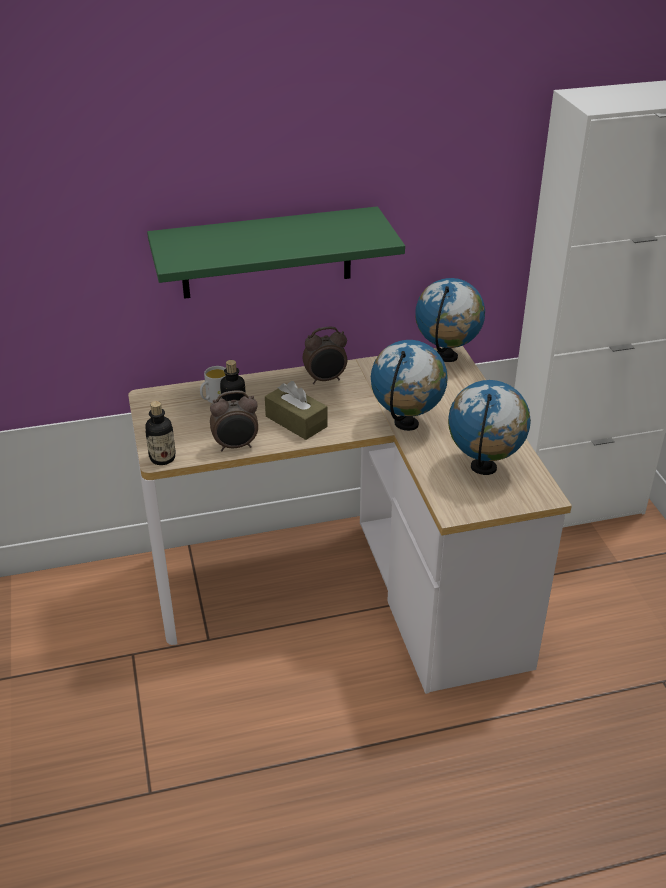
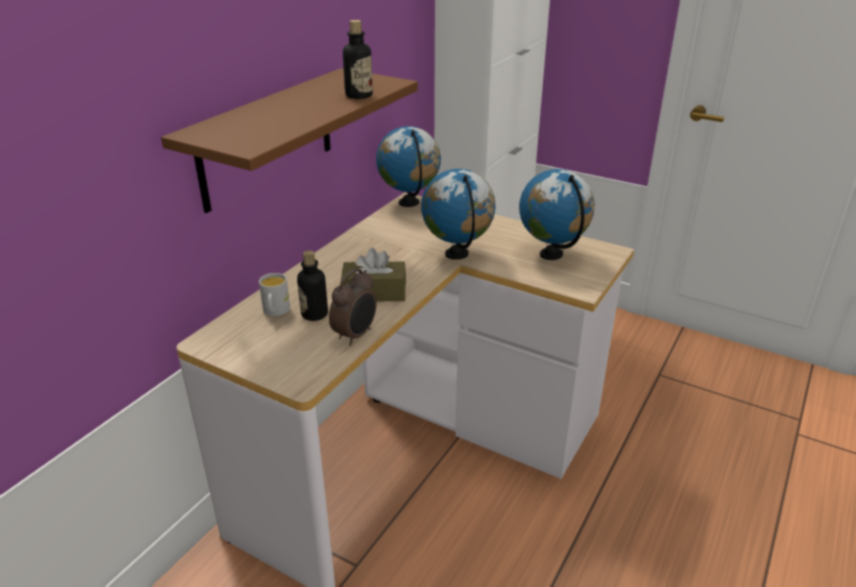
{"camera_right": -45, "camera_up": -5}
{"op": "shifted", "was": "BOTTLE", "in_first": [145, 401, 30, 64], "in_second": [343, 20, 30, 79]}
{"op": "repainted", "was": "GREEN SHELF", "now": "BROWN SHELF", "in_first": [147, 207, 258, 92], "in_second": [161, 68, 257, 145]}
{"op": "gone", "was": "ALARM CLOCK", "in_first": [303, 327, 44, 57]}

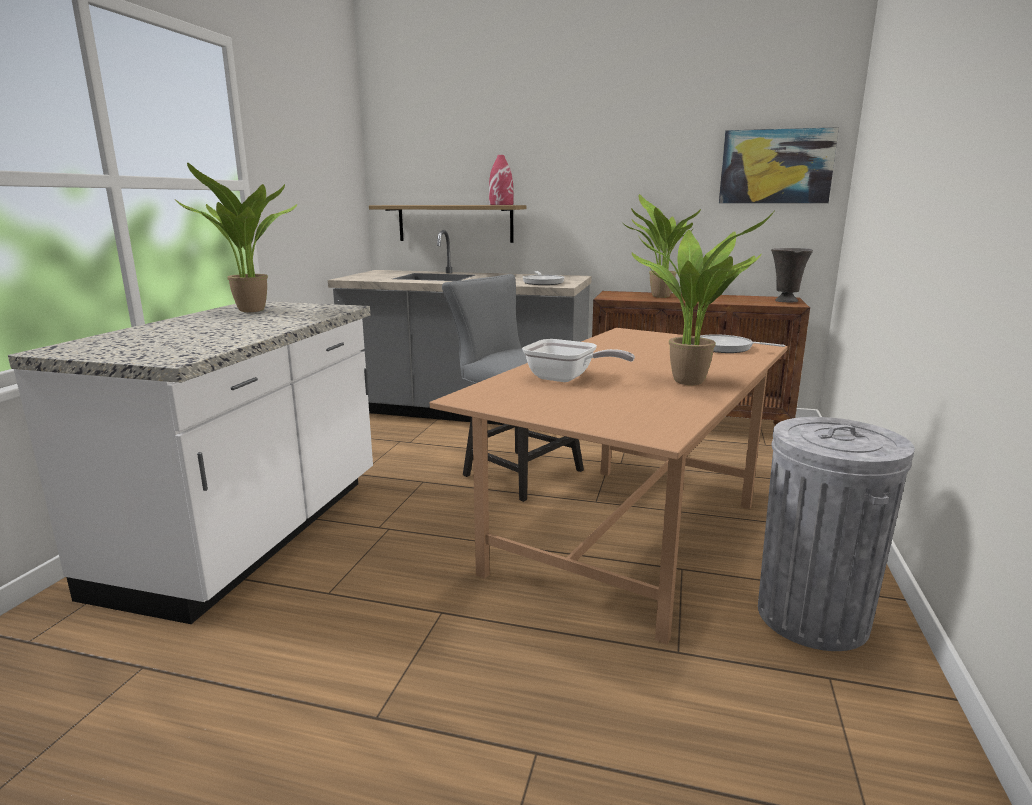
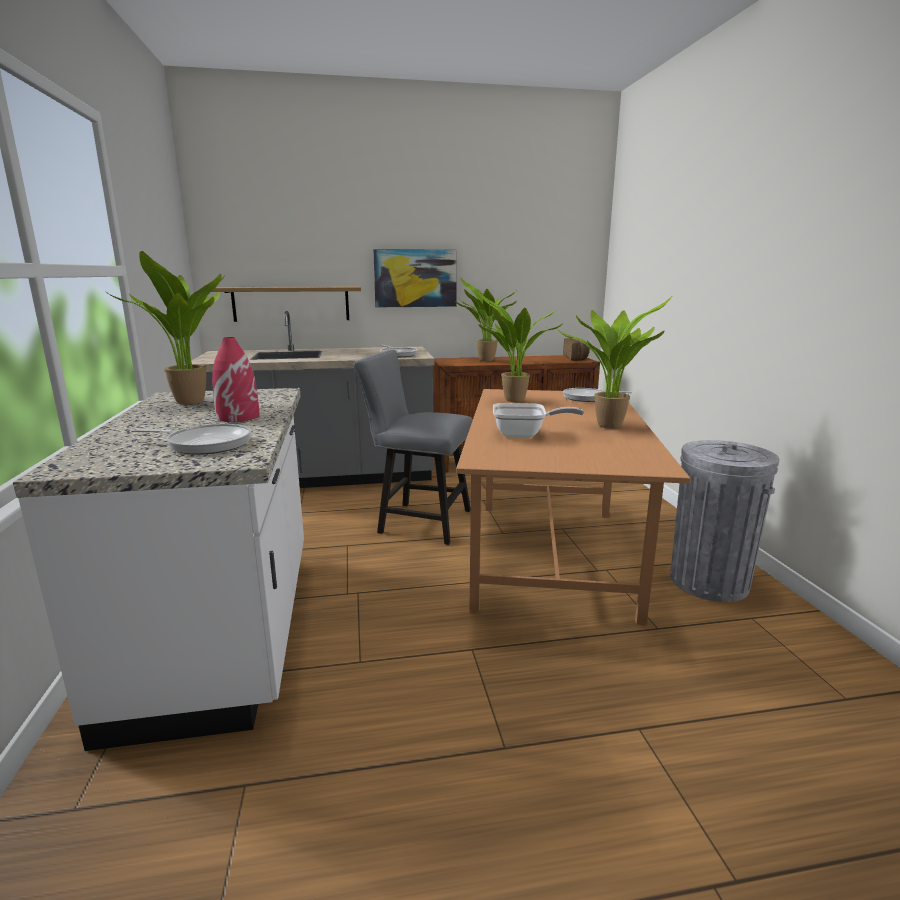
{"camera_right": -25, "camera_up": 0}
{"op": "shifted", "was": "RED VASE", "in_first": [489, 155, 24, 50], "in_second": [212, 337, 48, 85]}
{"op": "shifted", "was": "PICTURE", "in_first": [719, 127, 120, 76], "in_second": [373, 249, 84, 58]}
{"op": "swapped", "was": "GREY VASE", "now": "BREAD", "in_first": [771, 248, 42, 54], "in_second": [563, 338, 27, 23]}
{"op": "new", "now": "FRYING PAN", "in_second": [131, 424, 120, 31]}
{"op": "new", "now": "POTTED PLANT", "in_second": [478, 291, 85, 111]}

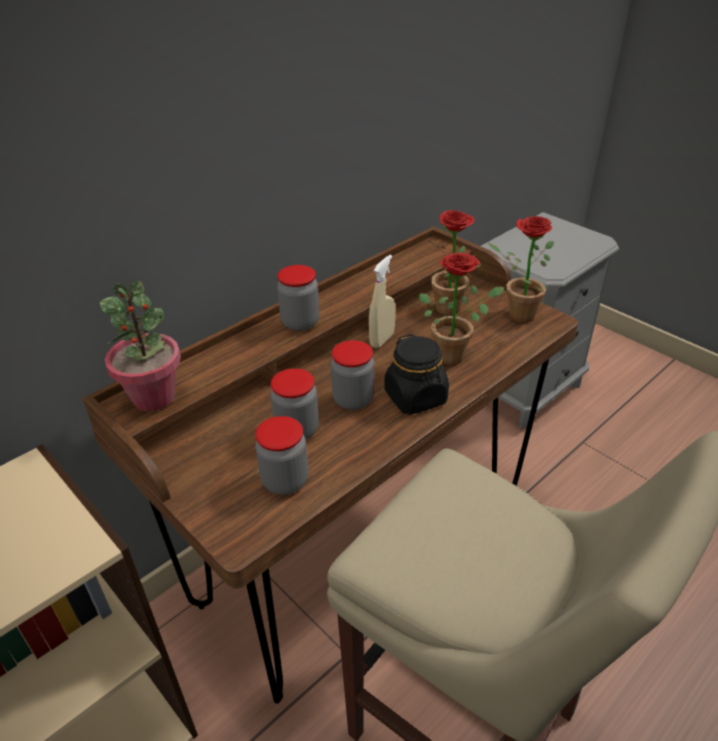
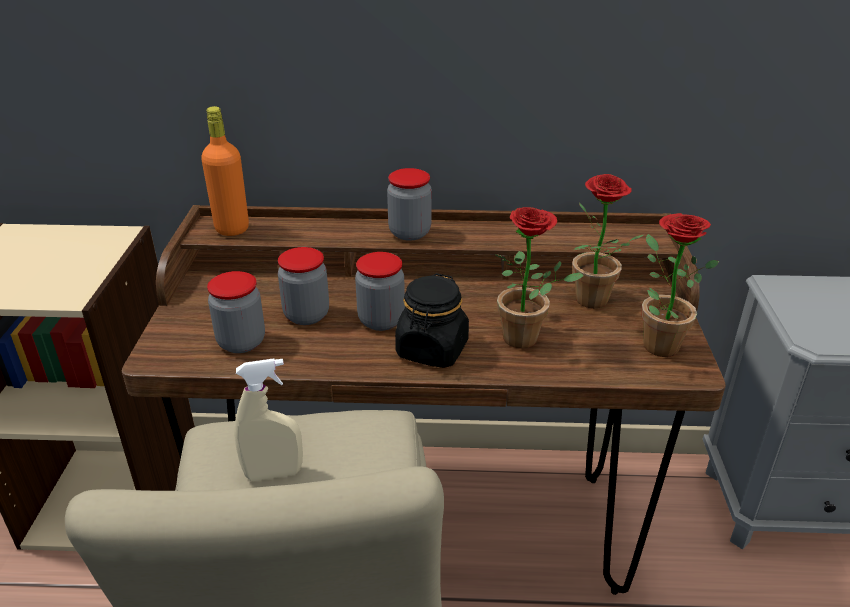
{"camera_right": 45, "camera_up": -5}
{"op": "swapped", "was": "POTTED PLANT", "now": "ORANGE BOTTLE", "in_first": [100, 281, 81, 130], "in_second": [201, 106, 48, 130]}
{"op": "shifted", "was": "BEIGE SPRAY BOTTLE", "in_first": [369, 255, 27, 93], "in_second": [234, 358, 69, 123]}

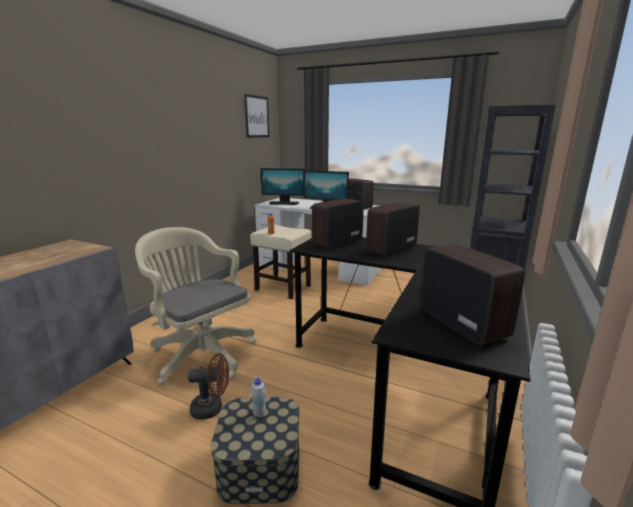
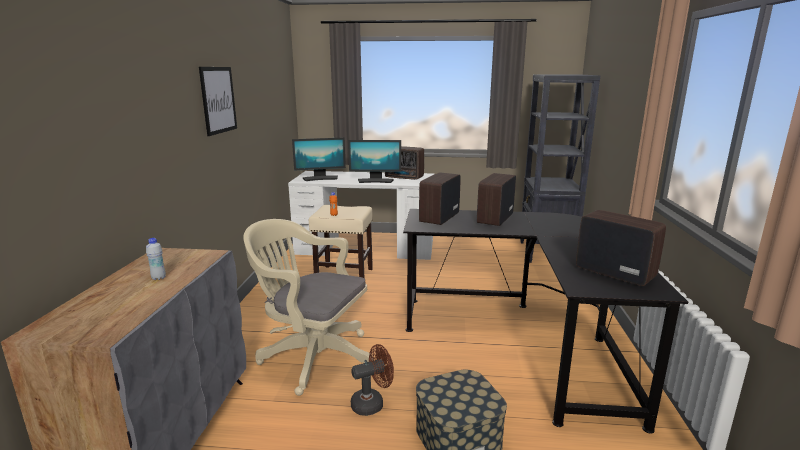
{"camera_right": -20, "camera_up": 0}
{"op": "shifted", "was": "PICTURE", "in_first": [244, 94, 25, 44], "in_second": [199, 67, 38, 69]}
{"op": "shifted", "was": "WHITE BOTTLE", "in_first": [251, 378, 15, 40], "in_second": [146, 238, 20, 42]}

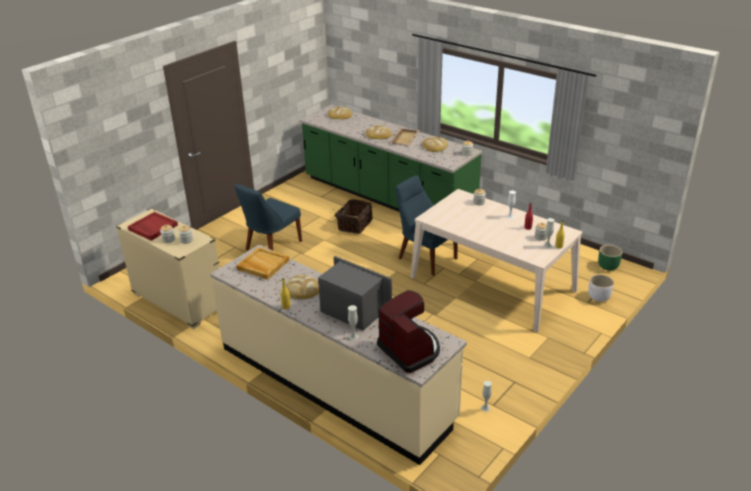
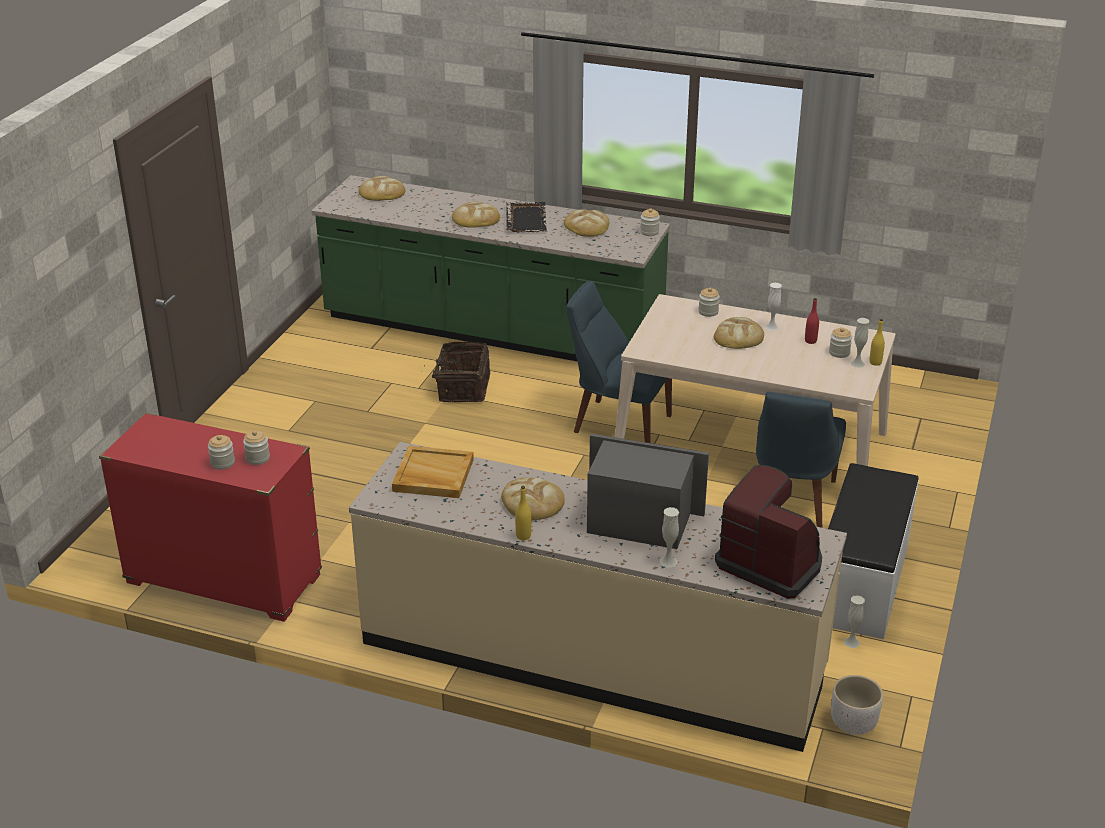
{"camera_right": -20, "camera_up": 0}
{"op": "repainted", "was": "BEIGE DRESSER", "now": "RED DRESSER", "in_first": [116, 208, 104, 121], "in_second": [99, 412, 223, 210]}
{"op": "gone", "was": "RED TRAY", "in_first": [128, 212, 50, 29]}
{"op": "shifted", "was": "BLUE CHAIR", "in_first": [235, 184, 67, 67], "in_second": [756, 392, 90, 136]}
{"op": "repainted", "was": "BEIGE TRAY", "now": "BLACK TRAY", "in_first": [390, 128, 30, 18], "in_second": [506, 202, 41, 30]}
{"op": "shifted", "was": "WHITE PLANTER", "in_first": [588, 274, 26, 28], "in_second": [831, 675, 52, 60]}
{"op": "gone", "was": "GREEN PLANTER", "in_first": [598, 245, 24, 25]}
{"op": "new", "now": "BREAD", "in_second": [714, 317, 50, 32]}
{"op": "new", "now": "WHITE BENCH", "in_second": [828, 463, 91, 176]}

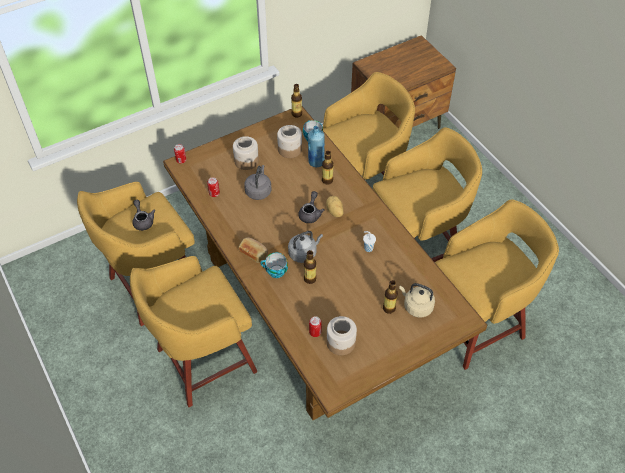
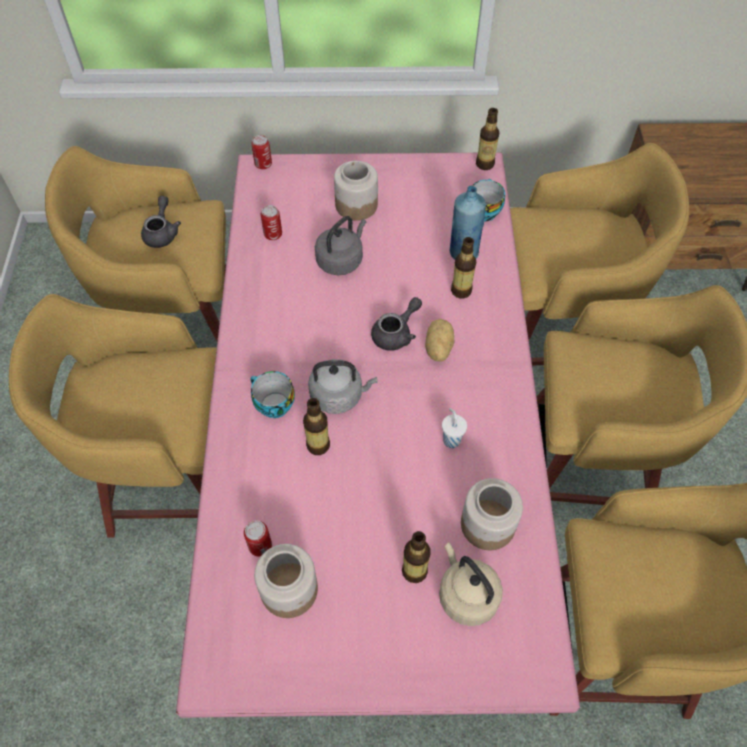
{"camera_right": 30, "camera_up": 5}
{"op": "repainted", "was": "BROWN DINING TABLE", "now": "PINK DINING TABLE", "in_first": [163, 106, 324, 314], "in_second": [176, 152, 404, 566]}
{"op": "gone", "was": "BREAD", "in_first": [239, 237, 29, 26]}
{"op": "shifted", "was": "JAR", "in_first": [277, 125, 25, 33], "in_second": [461, 478, 62, 72]}

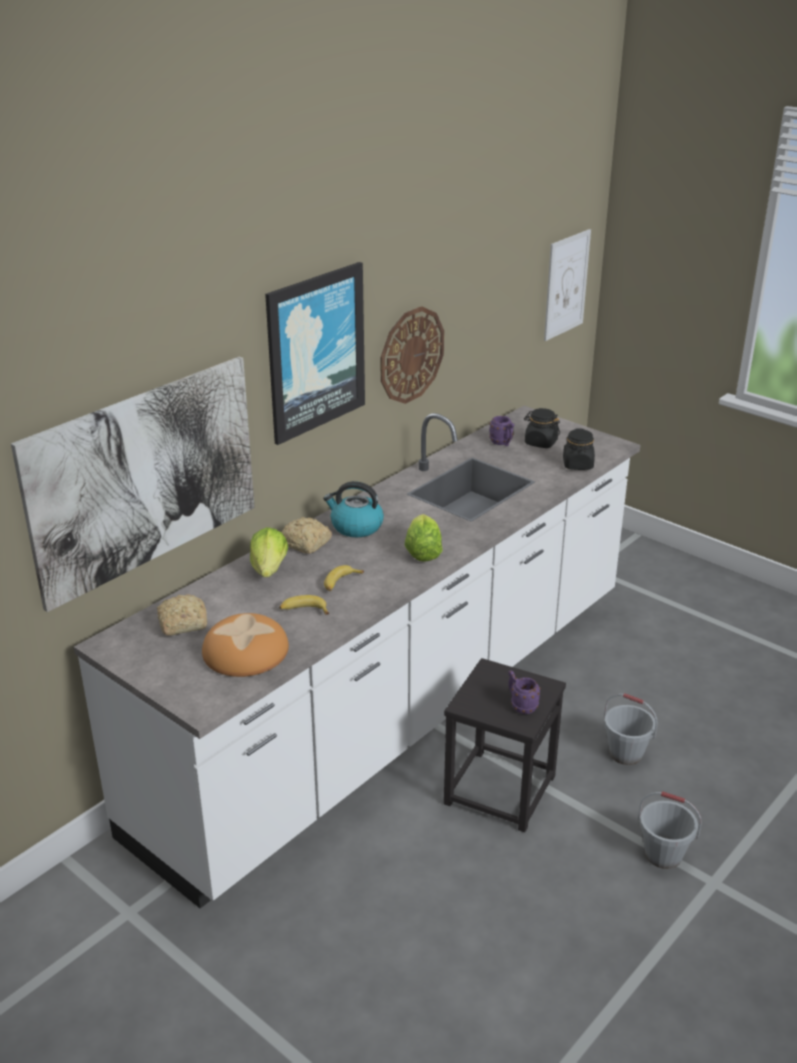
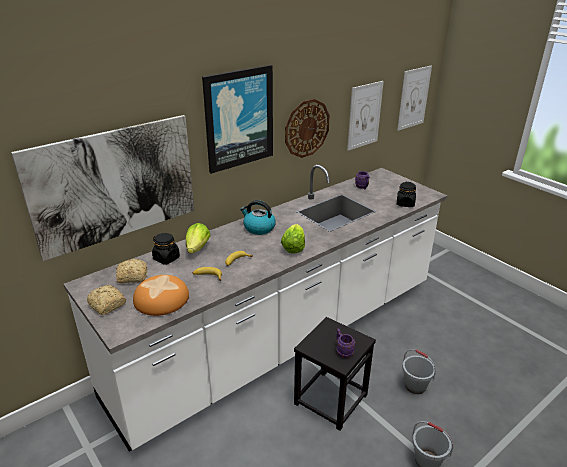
{"camera_right": 10, "camera_up": 0}
{"op": "shifted", "was": "BREAD", "in_first": [282, 517, 50, 37], "in_second": [87, 285, 39, 30]}
{"op": "shifted", "was": "BLACK JAR", "in_first": [524, 408, 36, 40], "in_second": [152, 233, 28, 32]}
{"op": "new", "now": "PICTURE", "in_second": [347, 81, 37, 69]}

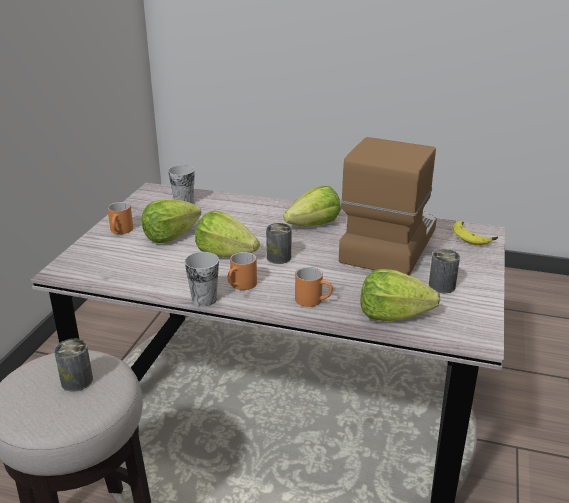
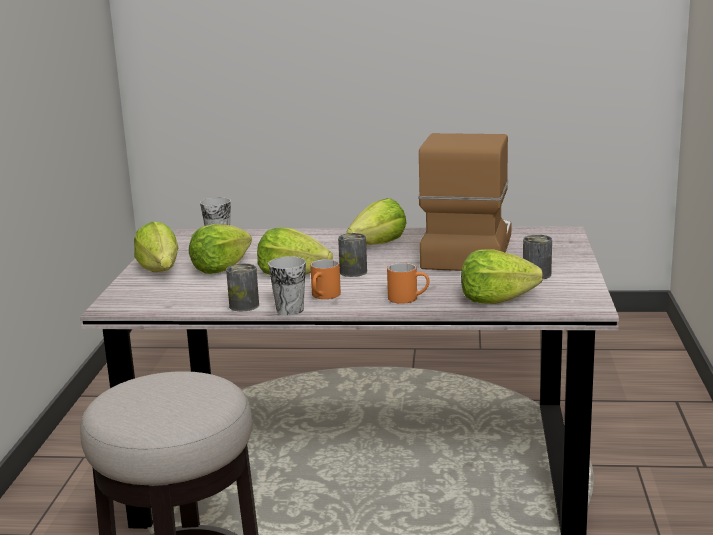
{"camera_right": -10, "camera_up": -10}
{"op": "shifted", "was": "CAN", "in_first": [54, 339, 39, 53], "in_second": [226, 263, 33, 48]}
{"op": "swapped", "was": "ORANGE MUG", "now": "LETTUCE", "in_first": [107, 202, 26, 32], "in_second": [134, 222, 44, 50]}
{"op": "gone", "was": "BANANA", "in_first": [453, 221, 45, 24]}

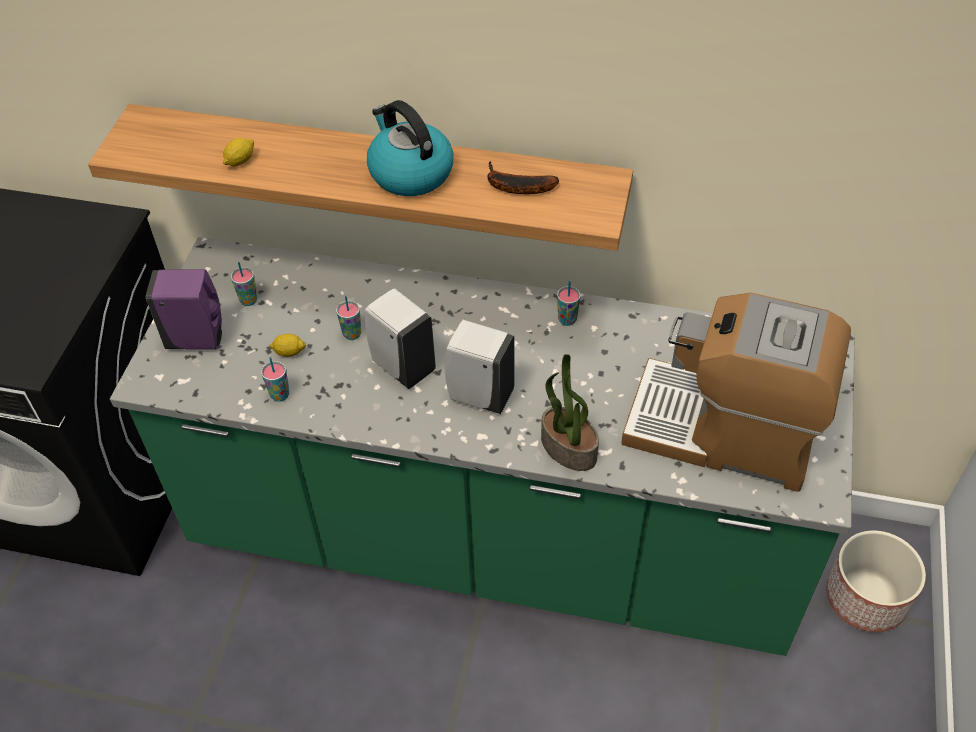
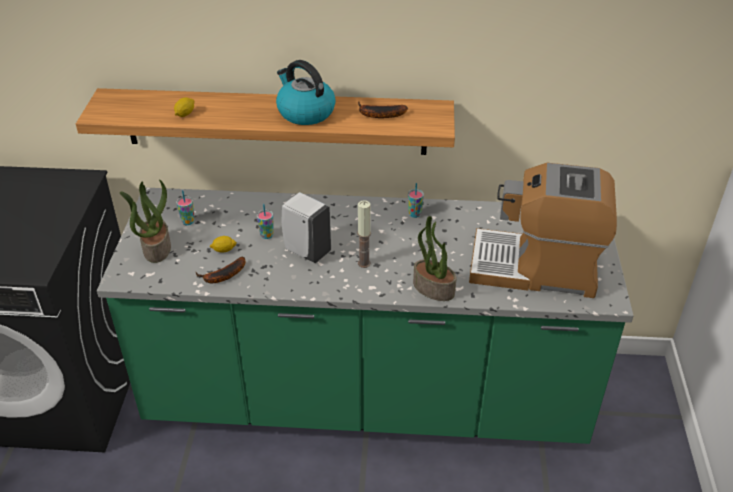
{"camera_right": -10, "camera_up": -10}
{"op": "swapped", "was": "PURPLE SOAP DISPENSER", "now": "POTTED PLANT", "in_first": [146, 269, 76, 81], "in_second": [120, 179, 51, 84]}
{"op": "swapped", "was": "CUP", "now": "BANANA", "in_first": [261, 357, 29, 45], "in_second": [196, 256, 49, 27]}
{"op": "swapped", "was": "WHITE SOAP DISPENSER", "now": "CANDLE", "in_first": [445, 320, 69, 94], "in_second": [357, 200, 14, 68]}
{"op": "gone", "was": "PLANTER", "in_first": [826, 531, 100, 101]}

